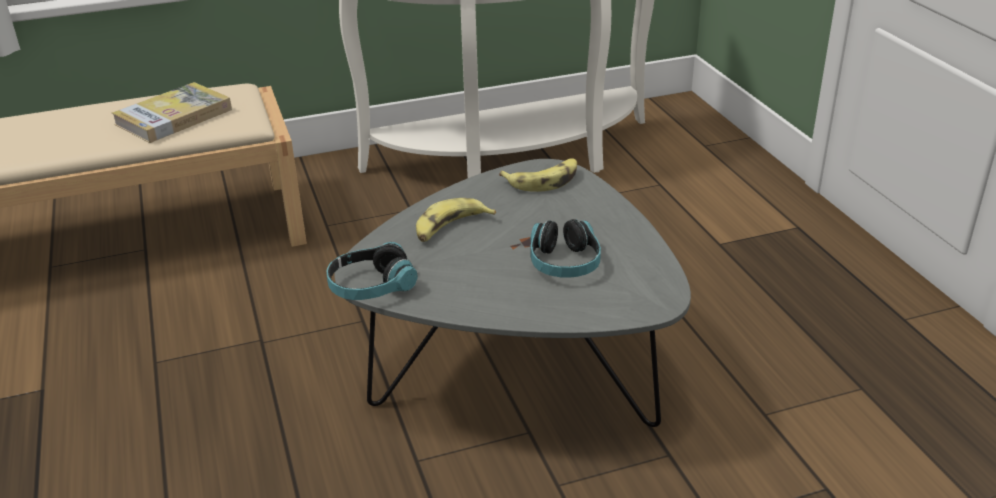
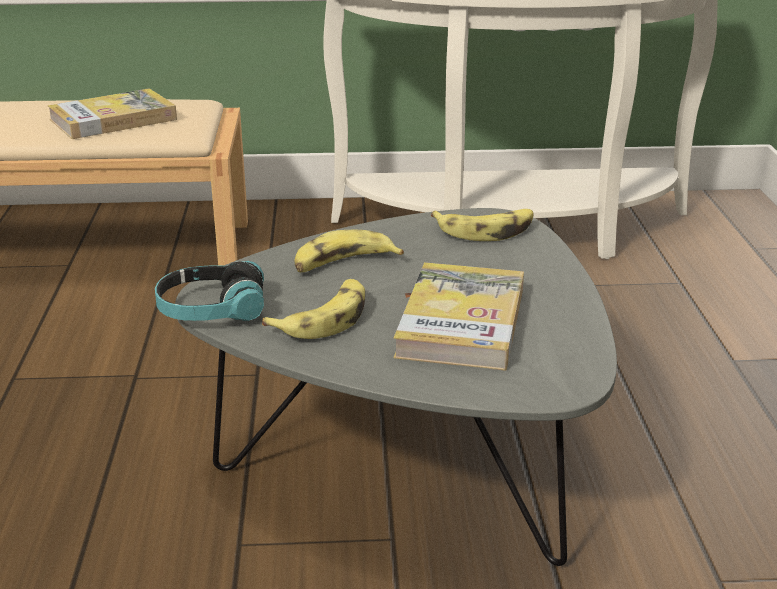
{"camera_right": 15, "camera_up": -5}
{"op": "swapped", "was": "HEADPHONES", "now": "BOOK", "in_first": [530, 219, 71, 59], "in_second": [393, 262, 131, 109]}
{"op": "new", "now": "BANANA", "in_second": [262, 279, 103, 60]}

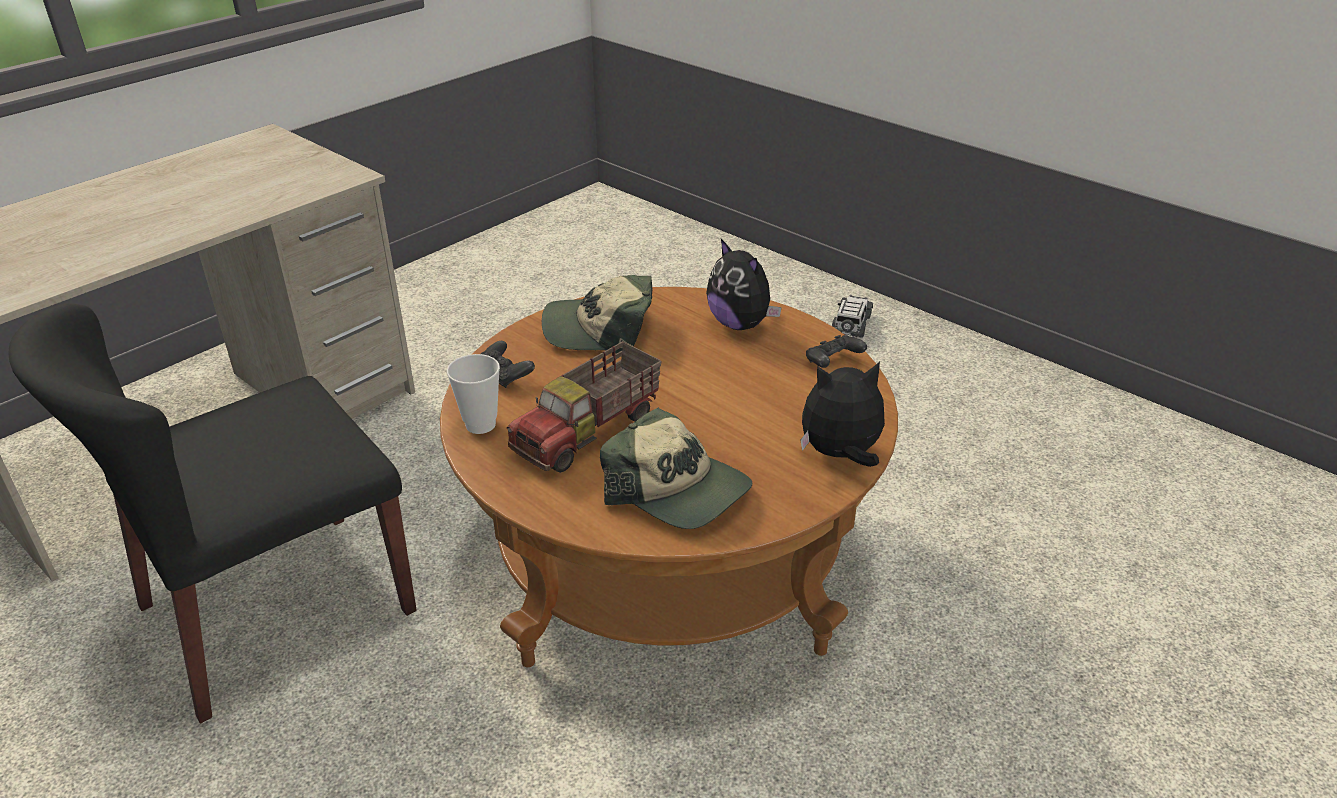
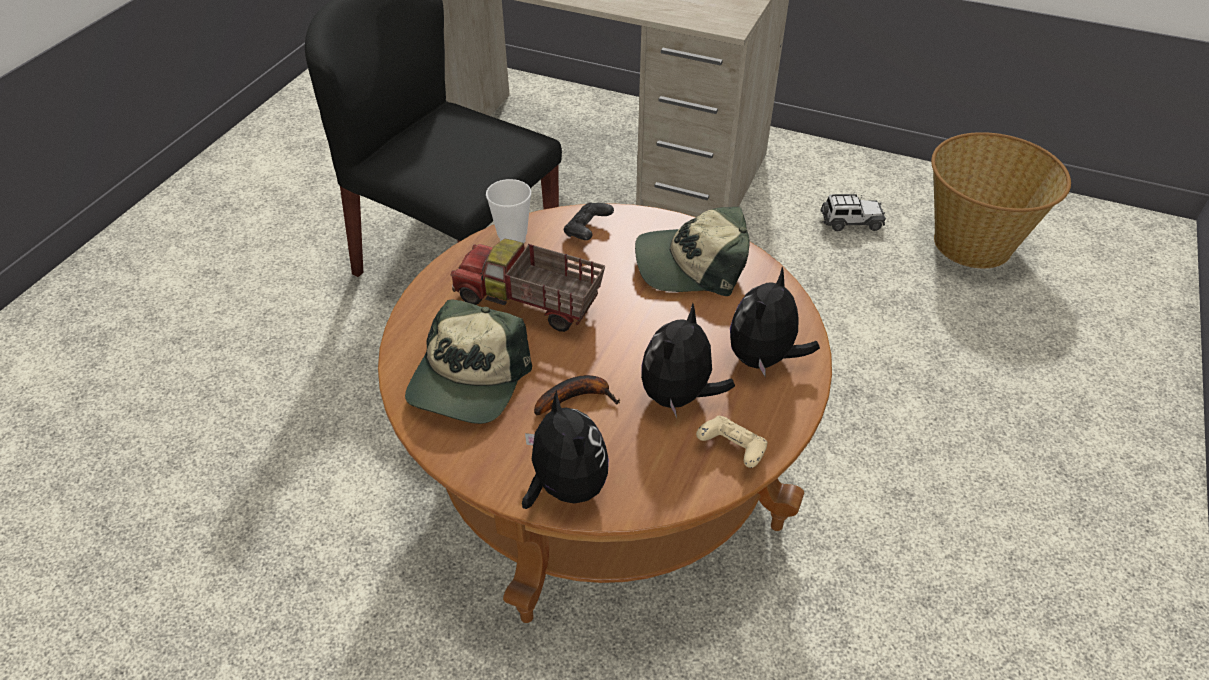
{"camera_right": 70, "camera_up": 10}
{"op": "rotated", "was": "CAP", "in_first": [542, 275, 111, 79], "in_second": [635, 207, 114, 89], "clockwise": -75}
{"op": "repainted", "was": "BLACK GAME CONTROLLER", "now": "BEIGE GAME CONTROLLER", "in_first": [806, 335, 61, 33], "in_second": [696, 416, 72, 52]}
{"op": "shifted", "was": "TOY CAR", "in_first": [832, 295, 41, 43], "in_second": [820, 194, 66, 37]}
{"op": "new", "now": "BANANA", "in_second": [534, 375, 86, 41]}
{"op": "new", "now": "PLUSH TOY", "in_second": [641, 303, 94, 115]}
{"op": "new", "now": "BASKET", "in_second": [931, 132, 140, 136]}

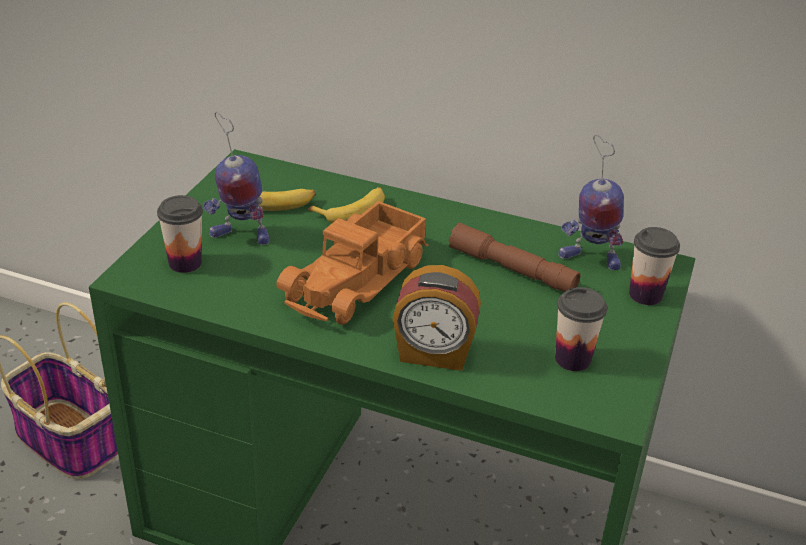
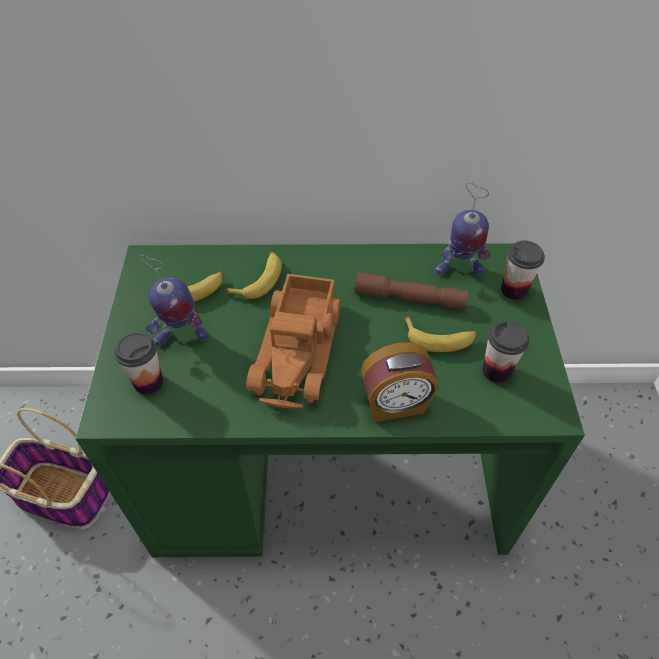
{"camera_right": -20, "camera_up": 15}
{"op": "new", "now": "BANANA", "in_second": [404, 317, 74, 35]}

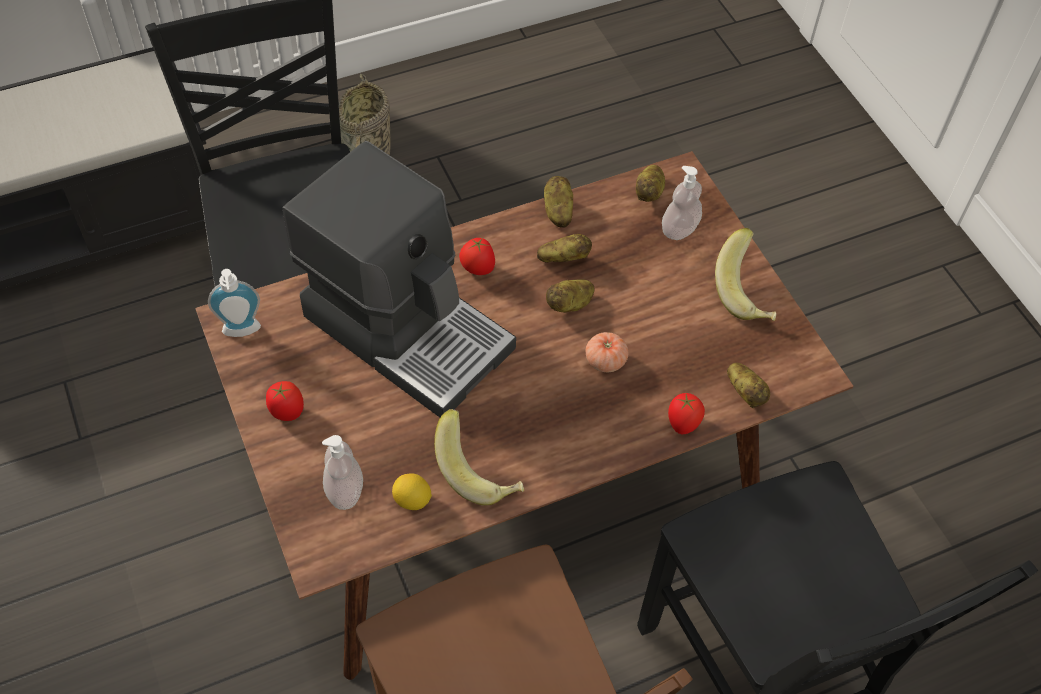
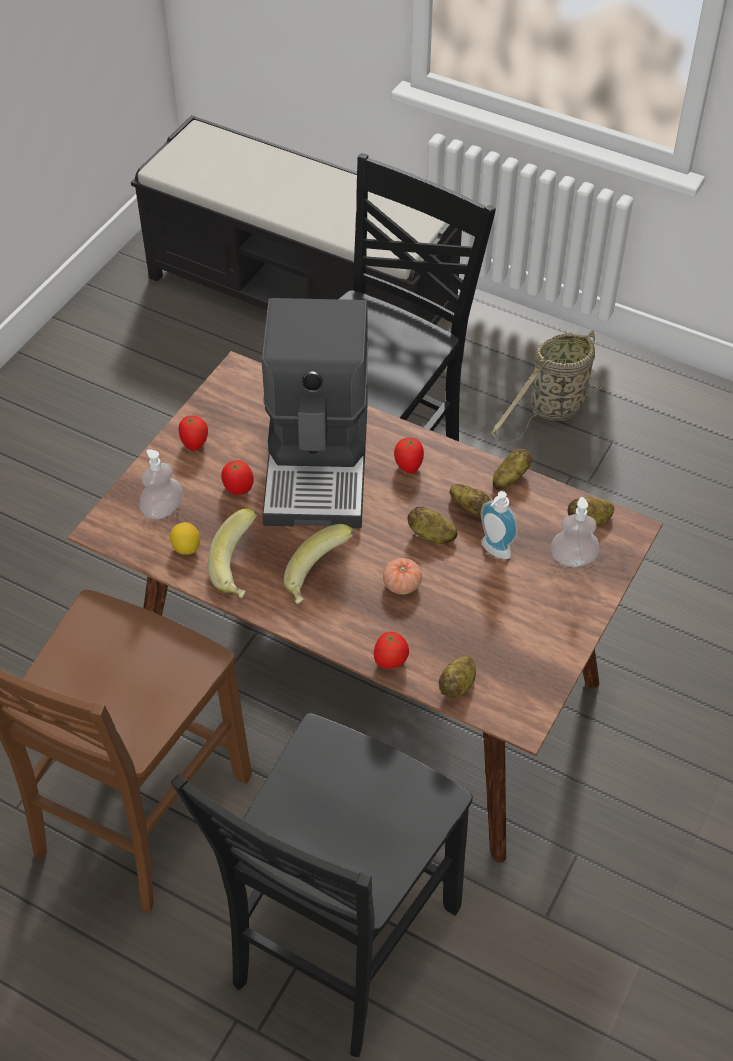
{"camera_right": 55, "camera_up": -5}
{"op": "shifted", "was": "SOAP DISPENSER", "in_first": [208, 269, 53, 68], "in_second": [481, 491, 37, 68]}
{"op": "shifted", "was": "BANANA", "in_first": [715, 228, 61, 93], "in_second": [284, 524, 70, 80]}
{"op": "new", "now": "TOMATO", "in_second": [221, 460, 33, 35]}

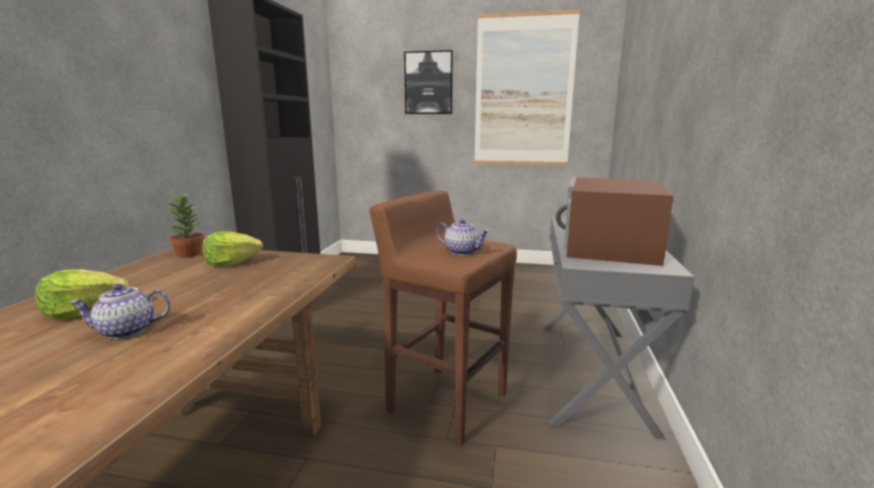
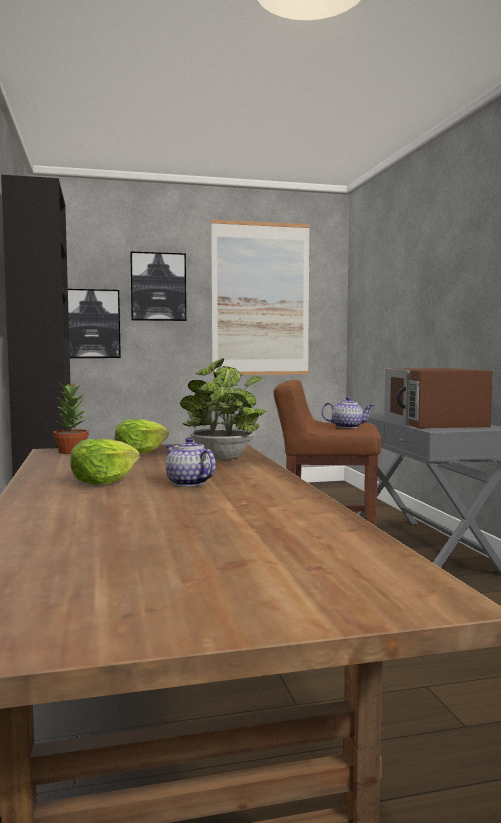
{"camera_right": -25, "camera_up": -10}
{"op": "rotated", "was": "TEAPOT", "in_first": [69, 284, 102, 55], "in_second": [166, 437, 50, 50], "clockwise": 90}
{"op": "new", "now": "PICTURE", "in_second": [68, 289, 53, 69]}
{"op": "new", "now": "POTTED PLANT", "in_second": [180, 358, 86, 102]}

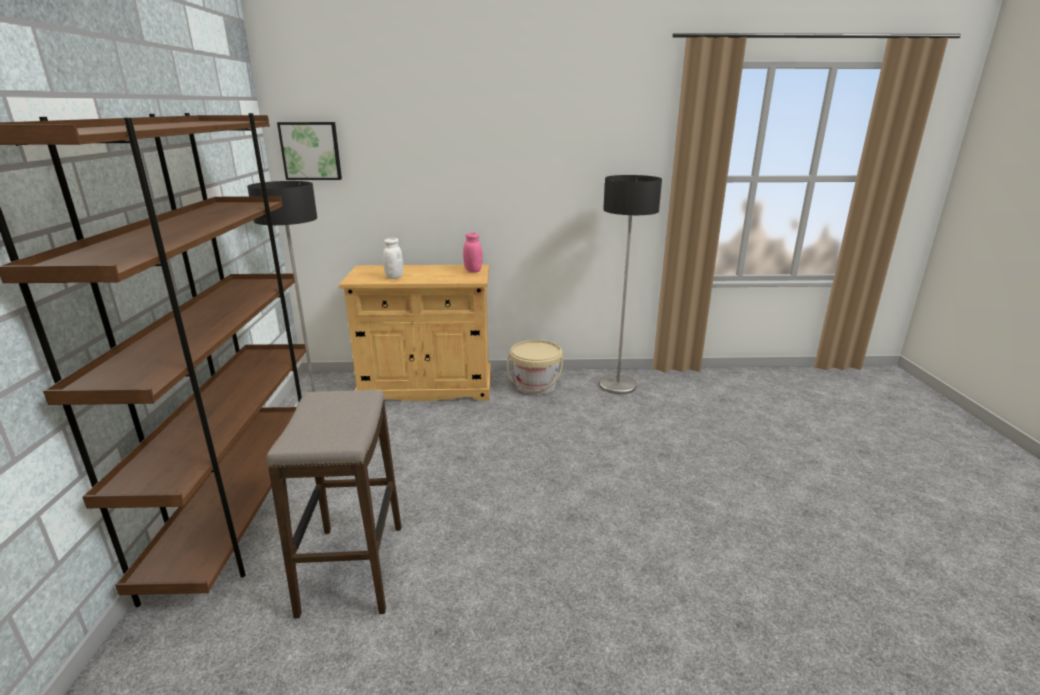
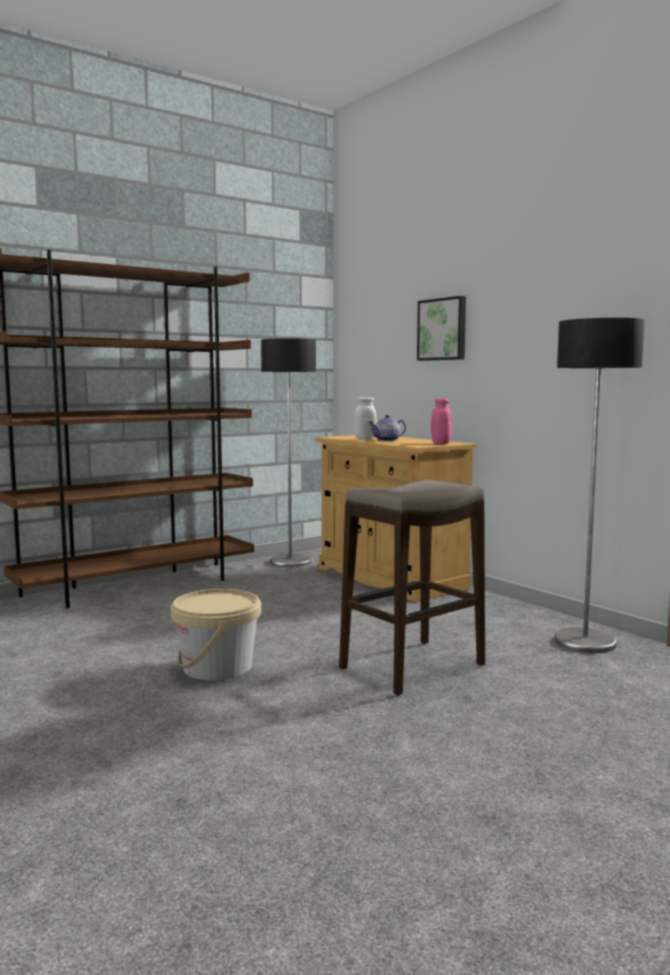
{"camera_right": 55, "camera_up": -15}
{"op": "shifted", "was": "STOOL", "in_first": [267, 390, 134, 229], "in_second": [339, 480, 146, 216]}
{"op": "shifted", "was": "PICTURE", "in_first": [277, 122, 65, 58], "in_second": [417, 296, 49, 65]}
{"op": "shifted", "was": "BEIGE BUCKET", "in_first": [507, 340, 56, 55], "in_second": [171, 589, 90, 92]}
{"op": "new", "now": "TEAPOT", "in_second": [369, 415, 37, 26]}

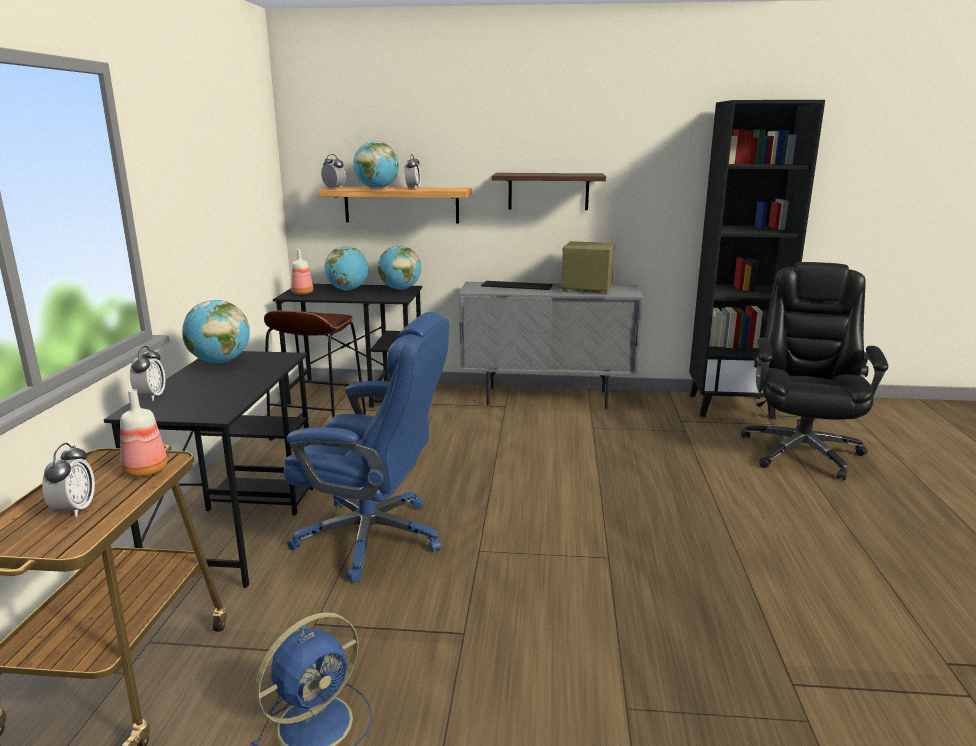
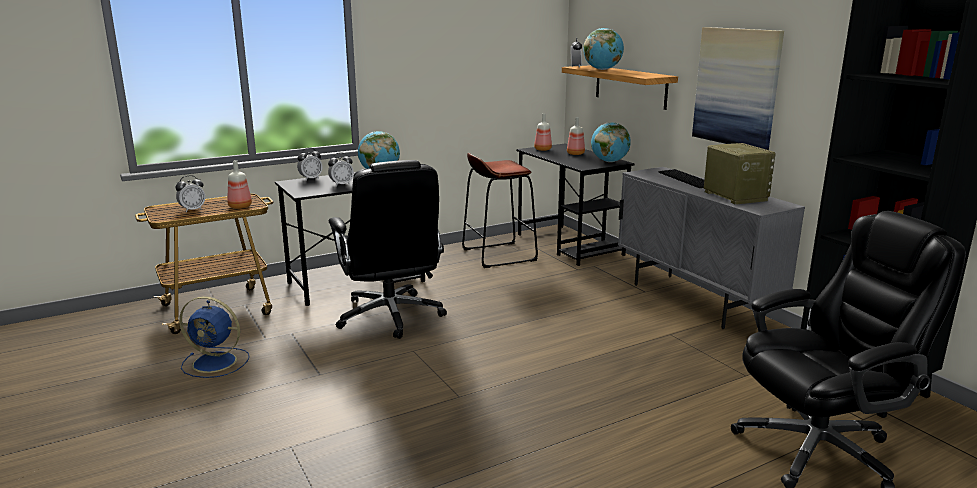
{"camera_right": 55, "camera_up": 0}
{"op": "repainted", "was": "BLUE OFFICE CHAIR", "now": "BLACK OFFICE CHAIR", "in_first": [284, 312, 165, 270], "in_second": [329, 160, 118, 179]}
{"op": "swapped", "was": "GLOBE", "now": "BOTTLE", "in_first": [324, 246, 44, 45], "in_second": [567, 117, 18, 38]}
{"op": "shifted", "was": "ALARM CLOCK", "in_first": [405, 154, 16, 35], "in_second": [328, 152, 26, 34]}
{"op": "swapped", "was": "SHELF", "now": "PICTURE", "in_first": [492, 173, 114, 37], "in_second": [692, 27, 92, 123]}

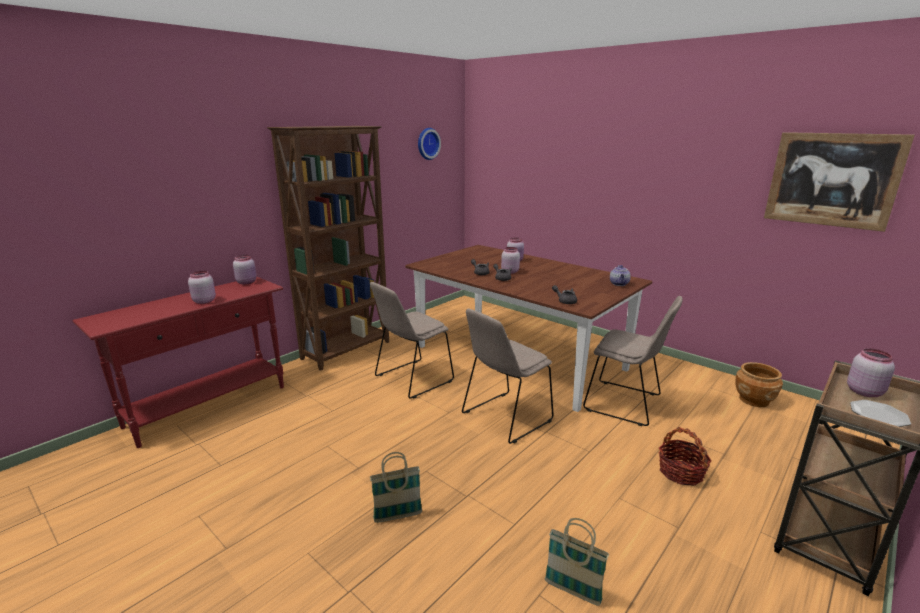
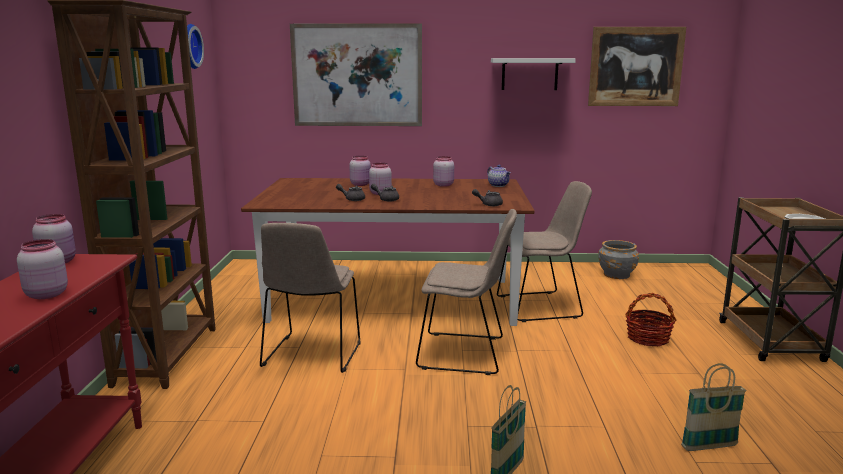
{"camera_right": -40, "camera_up": -5}
{"op": "rotated", "was": "BEIGE CHAIR", "in_first": [462, 308, 92, 136], "in_second": [416, 209, 101, 166], "clockwise": -90}
{"op": "repainted", "was": "BROWN PLANTER", "now": "GREY PLANTER", "in_first": [736, 362, 47, 45], "in_second": [598, 240, 41, 39]}
{"op": "shifted", "was": "PINK JAR", "in_first": [847, 348, 48, 49], "in_second": [433, 156, 21, 31]}
{"op": "new", "now": "PICTURE", "in_second": [290, 23, 132, 103]}
{"op": "new", "now": "WHITE SHELF", "in_second": [491, 58, 85, 32]}

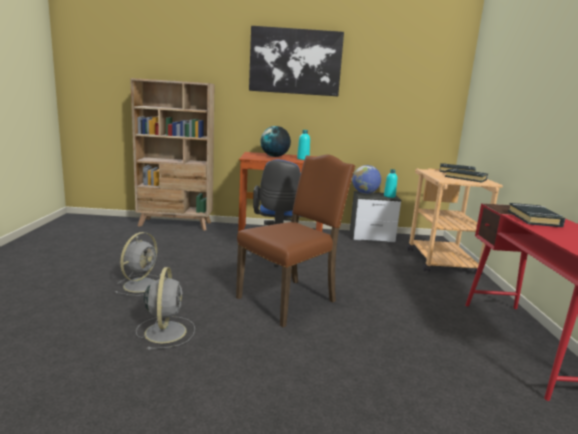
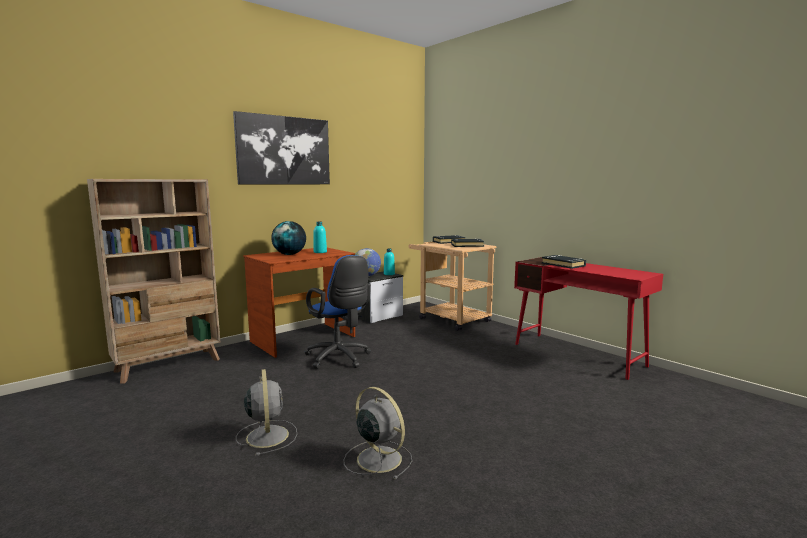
{"camera_right": -40, "camera_up": -5}
{"op": "gone", "was": "BROWN CHAIR", "in_first": [236, 155, 119, 172]}

